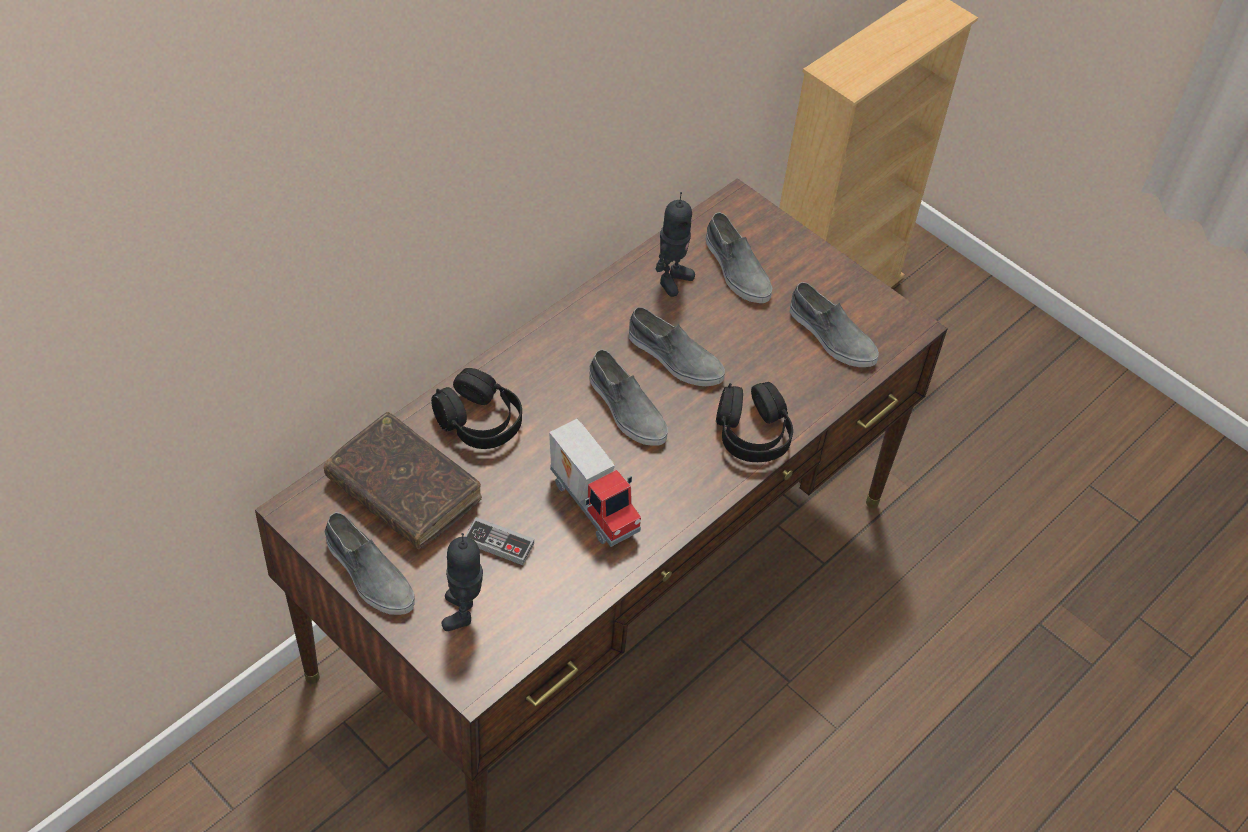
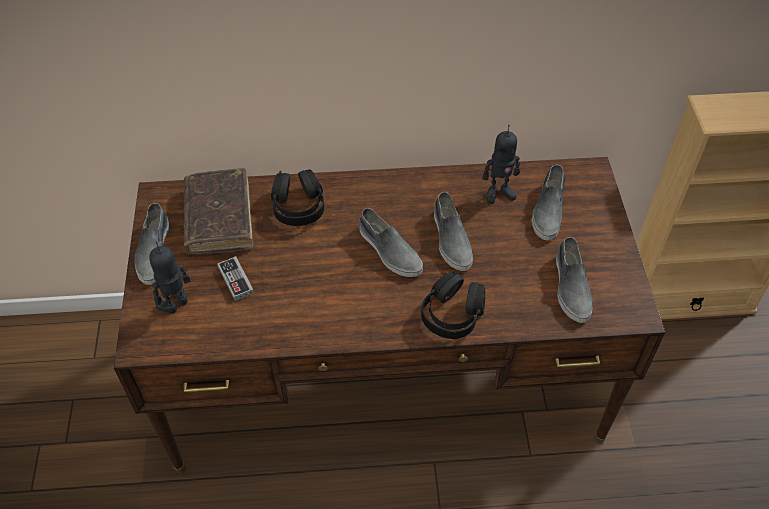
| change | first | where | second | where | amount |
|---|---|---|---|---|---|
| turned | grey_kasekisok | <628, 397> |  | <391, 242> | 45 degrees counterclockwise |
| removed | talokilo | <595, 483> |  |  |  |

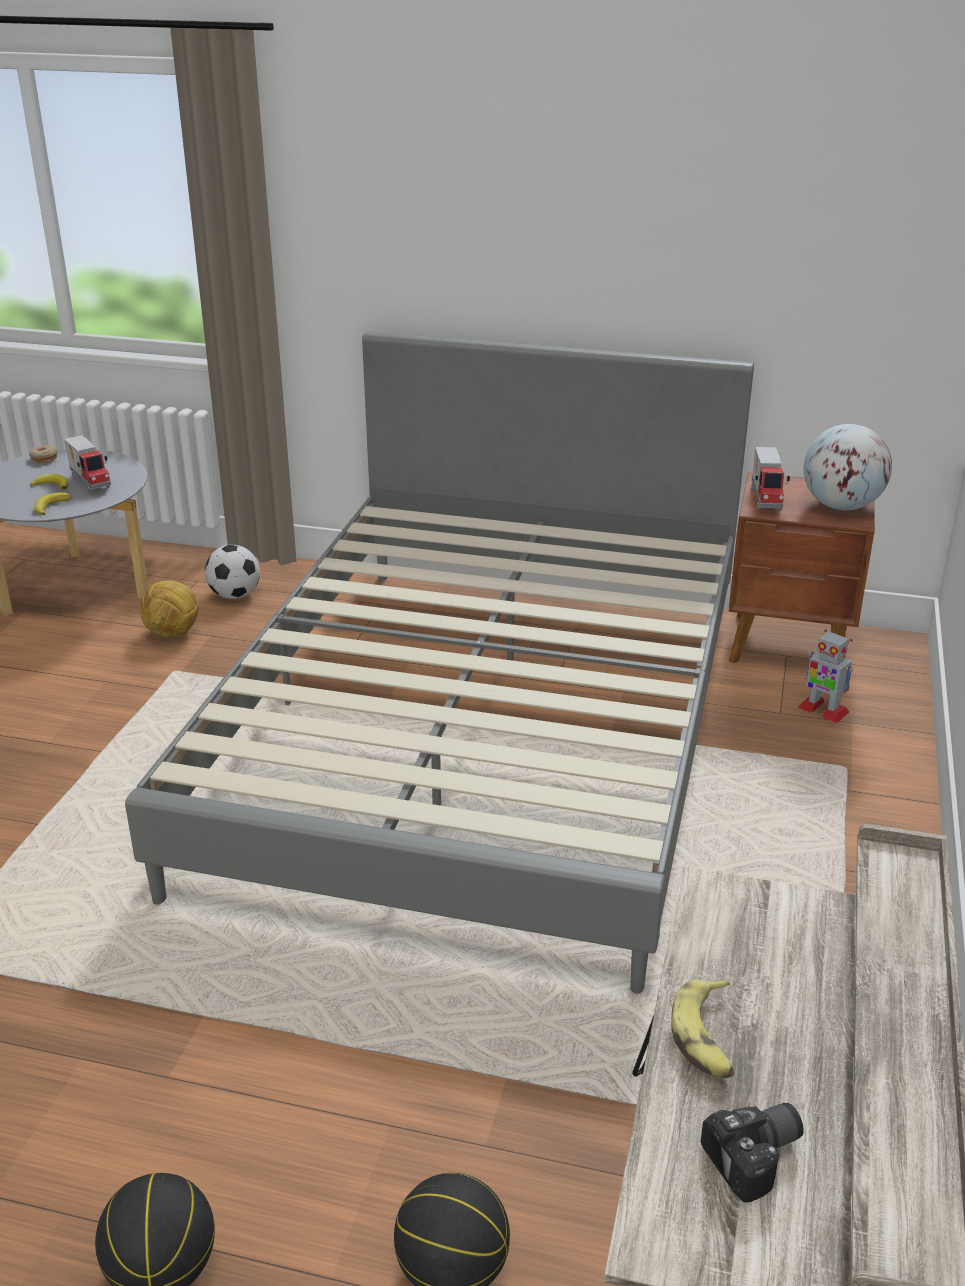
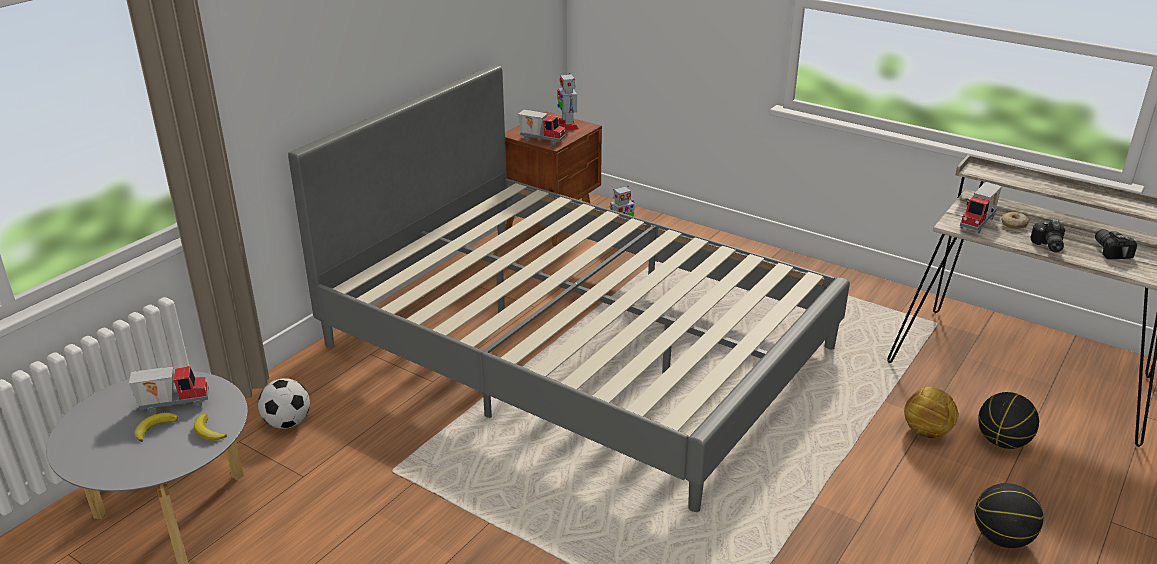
| change | first | where | second | where | amount |
|---|---|---|---|---|---|
| replaced | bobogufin | <848, 467> | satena | <568, 102> |  |
| moved | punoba | <43, 454> |  | <1015, 220> |  |
| moved | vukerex | <169, 609> |  | <931, 412> |  |
| replaced | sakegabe | <702, 1028> | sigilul | <1047, 235> |  |
| added |  |  | talokilo | <981, 207> |  |

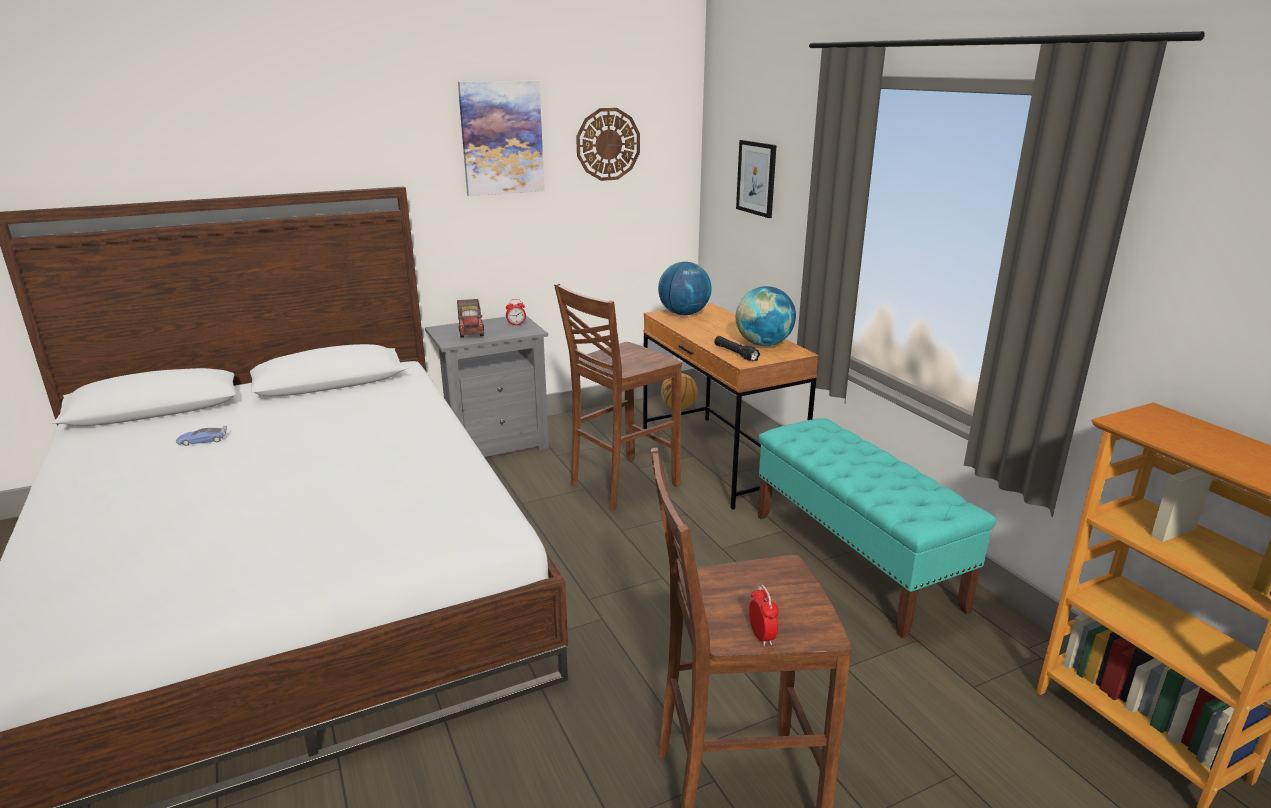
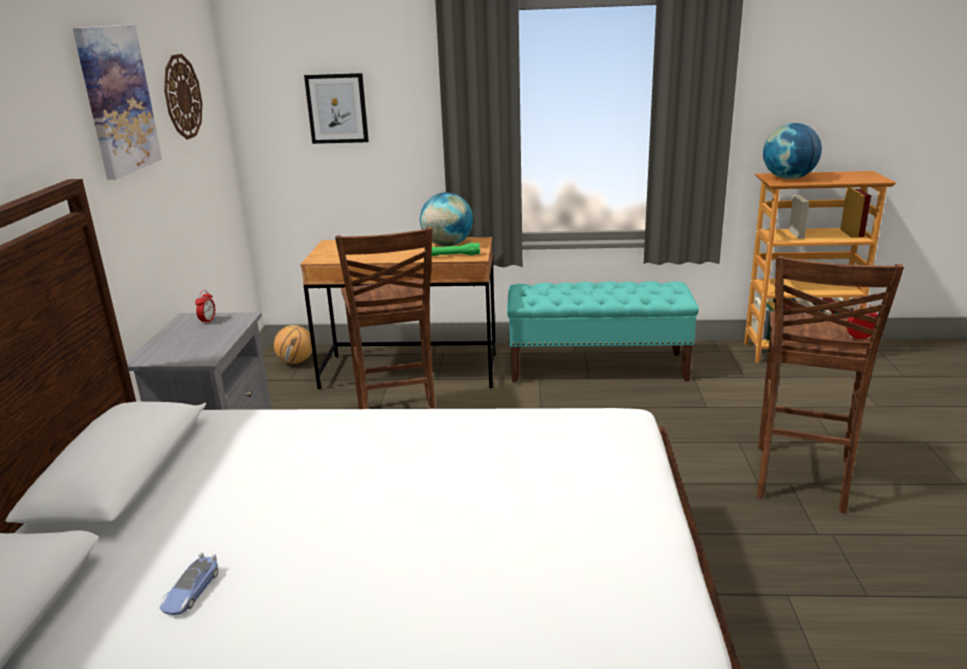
| change | first | where | second | where | amount |
|---|---|---|---|---|---|
| moved | bobogufin | <685, 288> |  | <792, 151> |  |
| removed | talokilo | <470, 318> |  |  |  |
| recoloured | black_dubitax | <737, 348> | green_dubitax | <456, 249> |  |

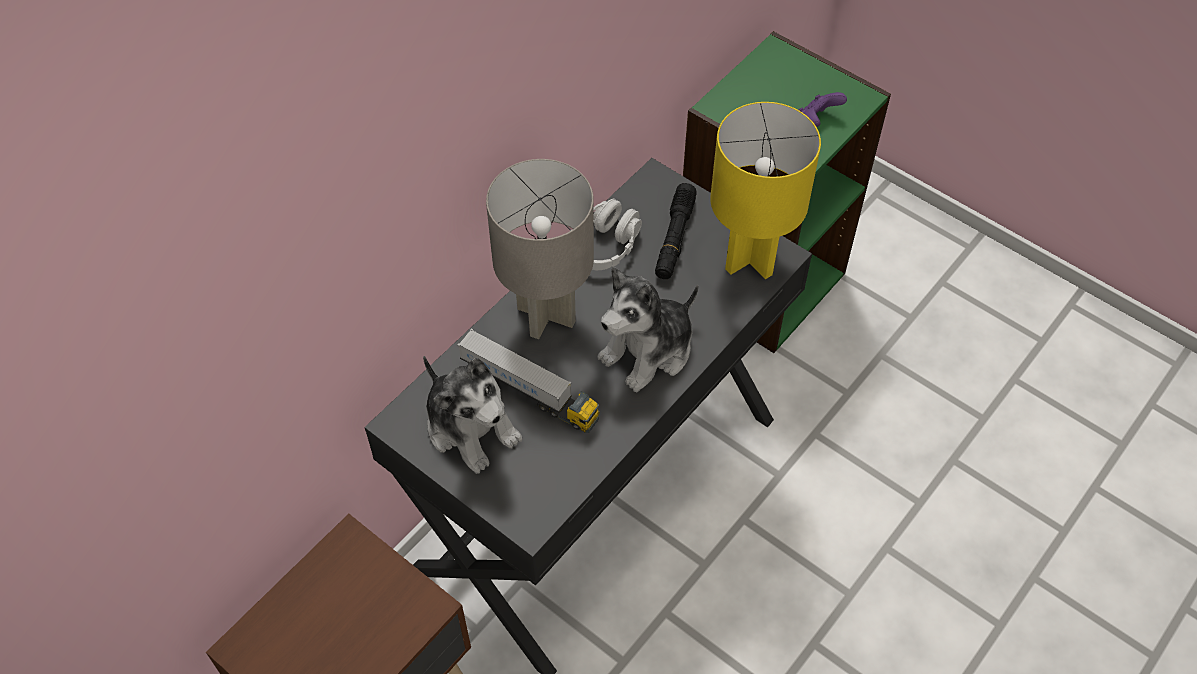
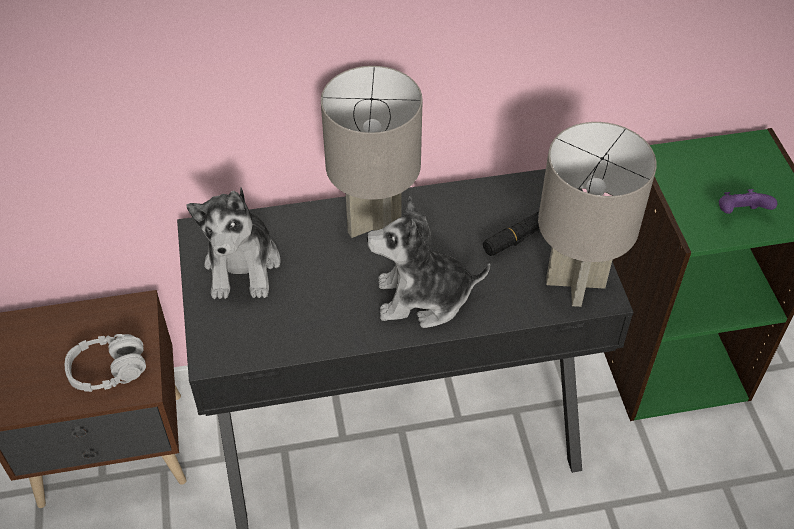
| change | first | where | second | where | amount |
|---|---|---|---|---|---|
| recoloured | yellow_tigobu | <765, 190> | grey_tigobu | <597, 214> |  |
| moved | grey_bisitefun | <607, 234> |  | <105, 363> |  |
| removed | talokilo | <528, 380> |  |  |  |

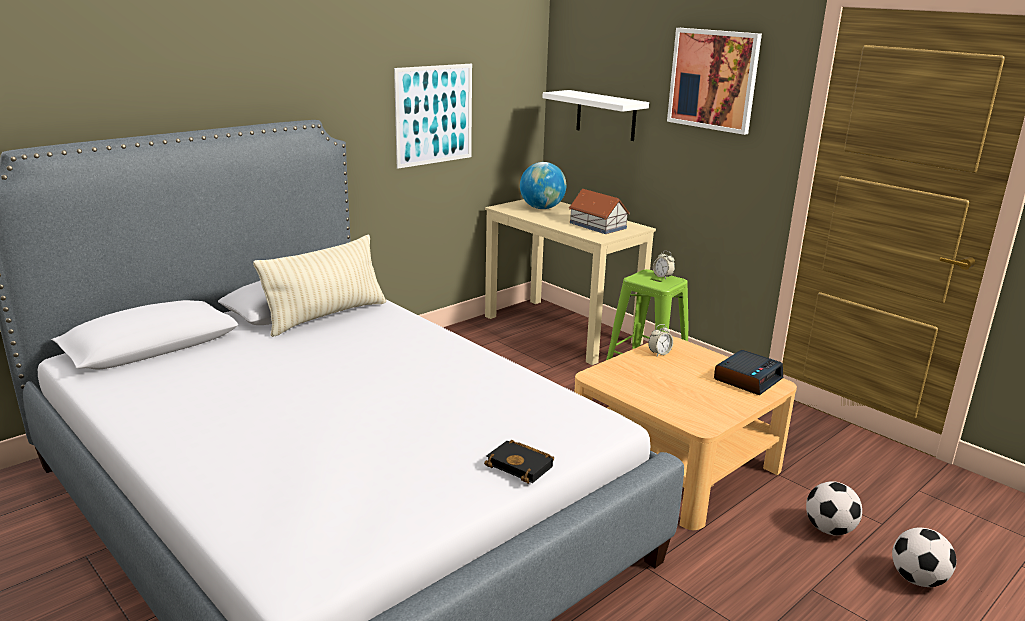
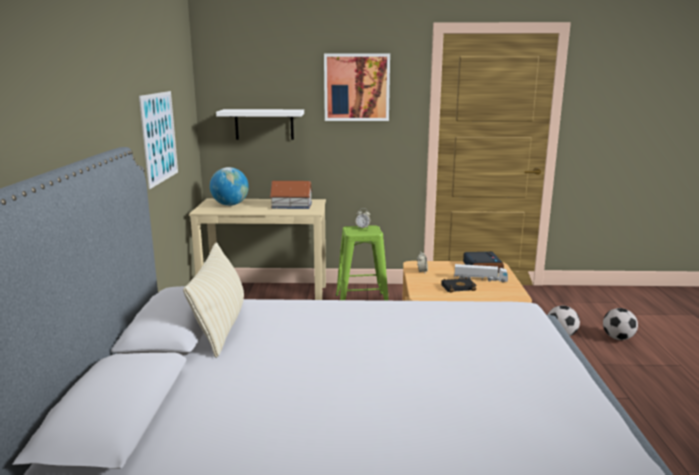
| change | first | where | second | where | amount |
|---|---|---|---|---|---|
| moved | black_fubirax | <519, 462> |  | <459, 285> |  |
| added |  |  | talokilo | <481, 273> |  |

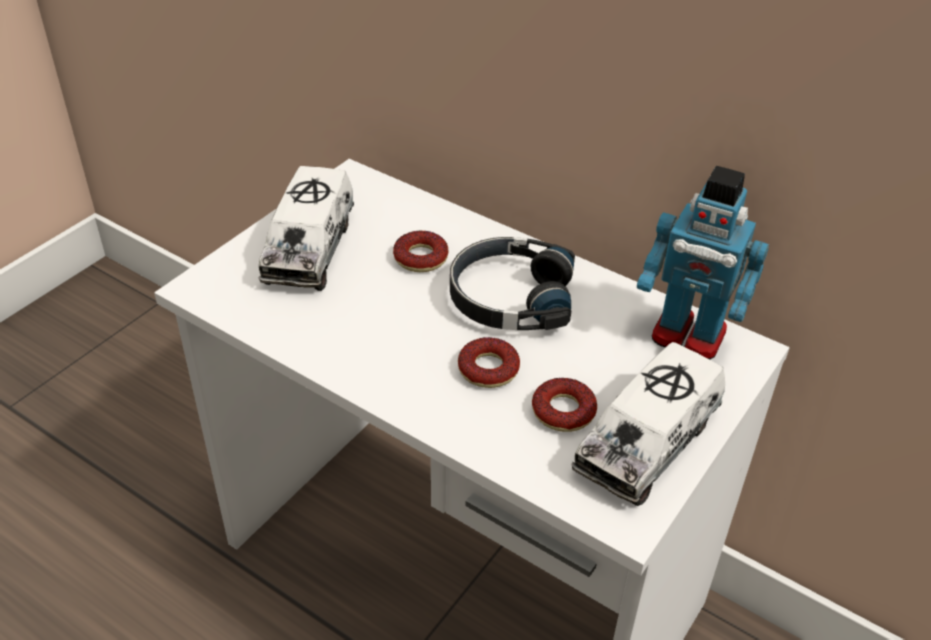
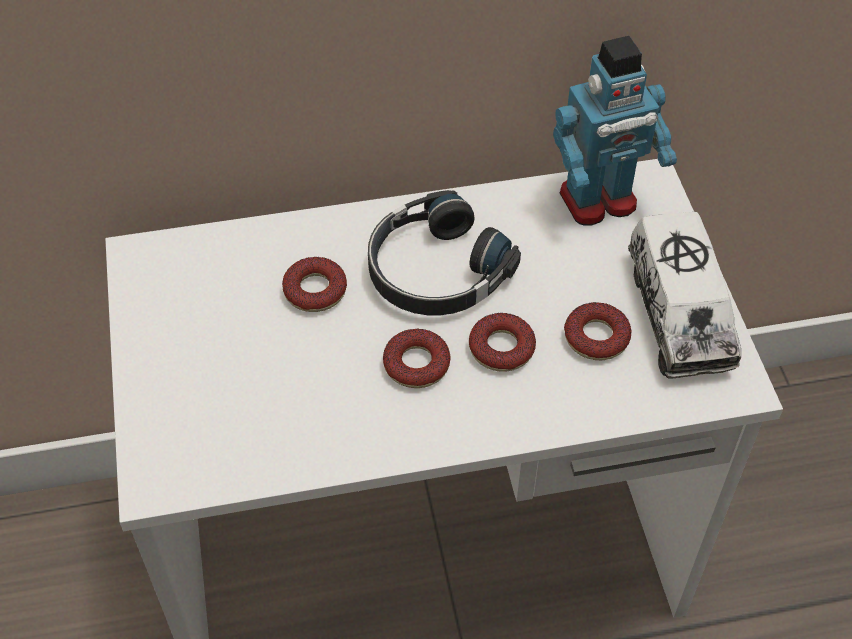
| change | first | where | second | where | amount |
|---|---|---|---|---|---|
| removed | talokilo | <306, 228> |  |  |  |
| added |  |  | punoba | <417, 358> |  |

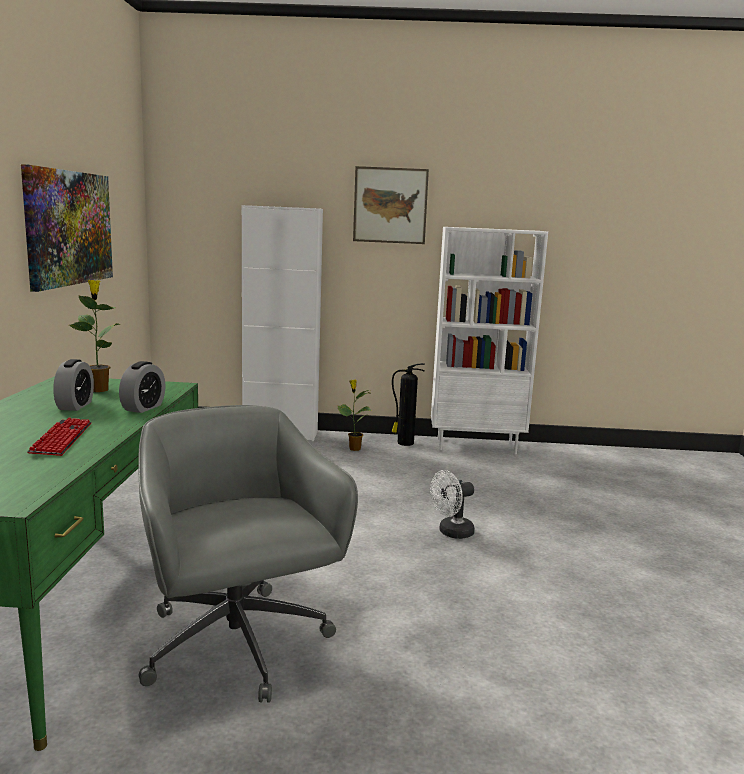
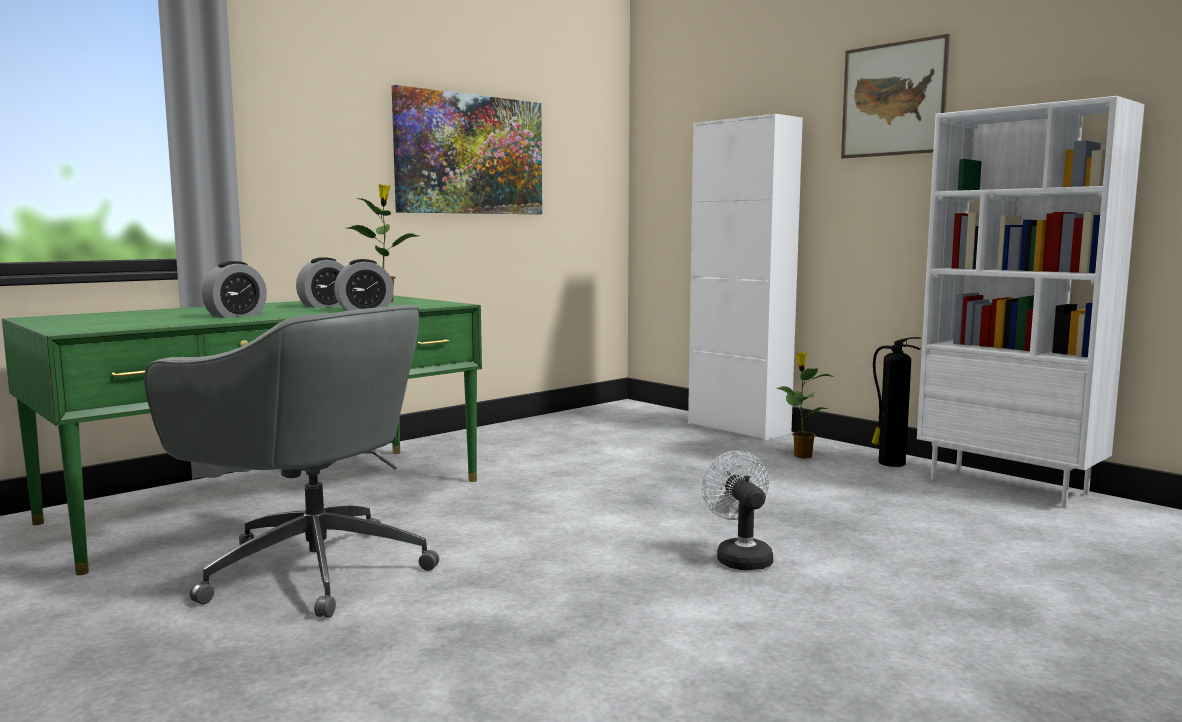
| change | first | where | second | where | amount |
|---|---|---|---|---|---|
| turned | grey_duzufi | <248, 554> |  | <291, 461> | 105 degrees clockwise |
| replaced | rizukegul | <59, 436> | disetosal | <234, 289> |  |
| turned | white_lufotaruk | <452, 504> |  | <737, 510> | 60 degrees clockwise |

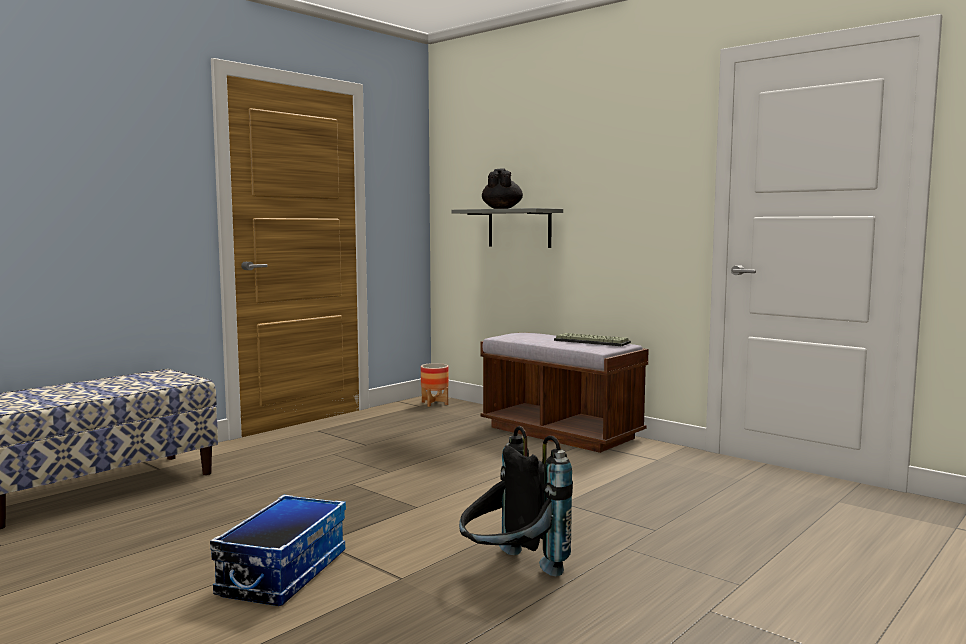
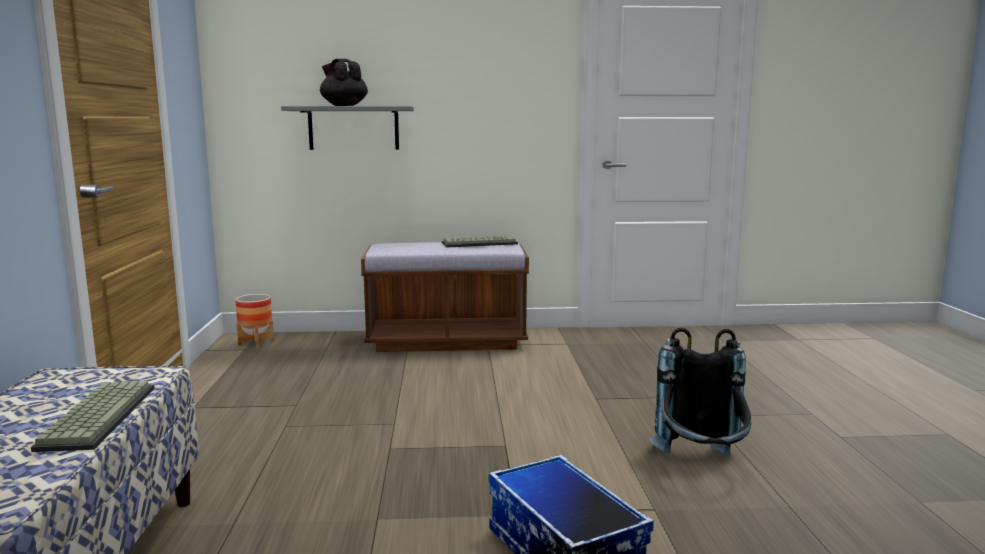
| change | first | where | second | where | amount |
|---|---|---|---|---|---|
| added |  |  | rizukegul | <93, 416> |  |

